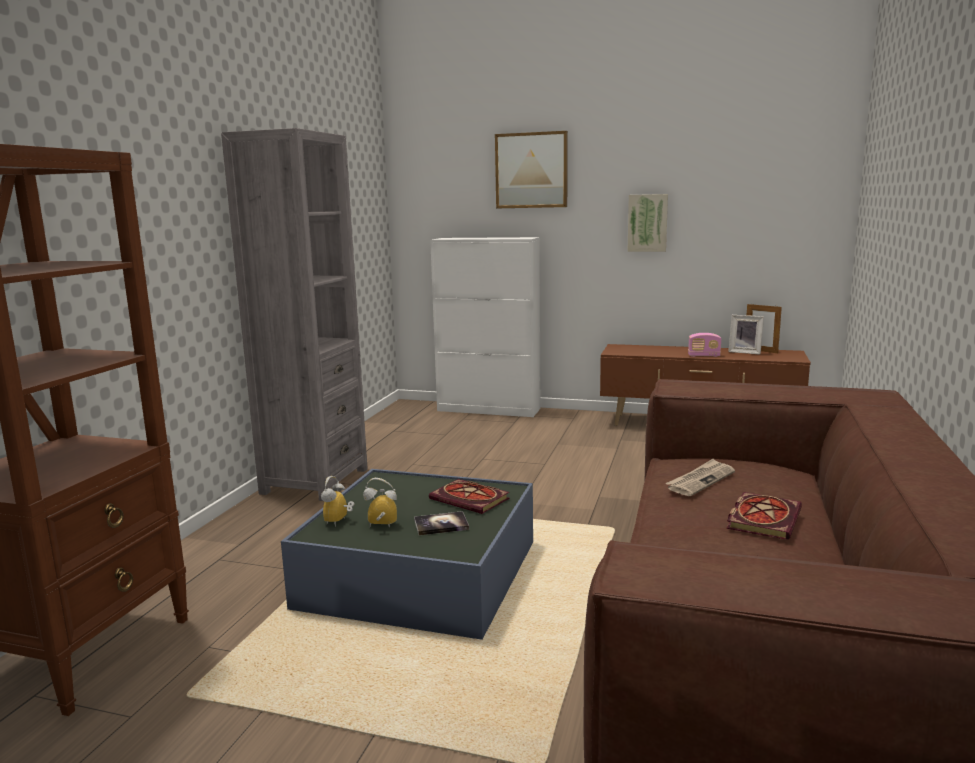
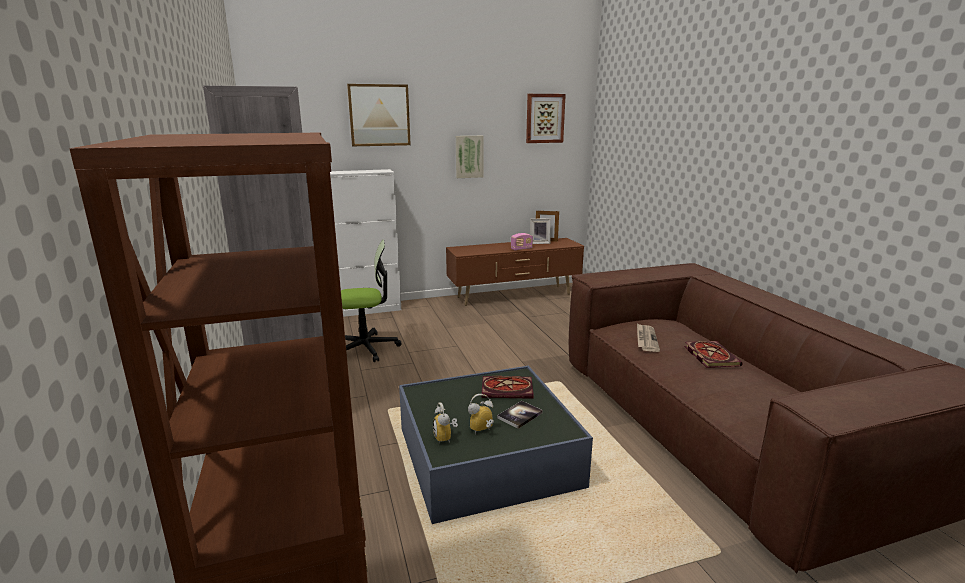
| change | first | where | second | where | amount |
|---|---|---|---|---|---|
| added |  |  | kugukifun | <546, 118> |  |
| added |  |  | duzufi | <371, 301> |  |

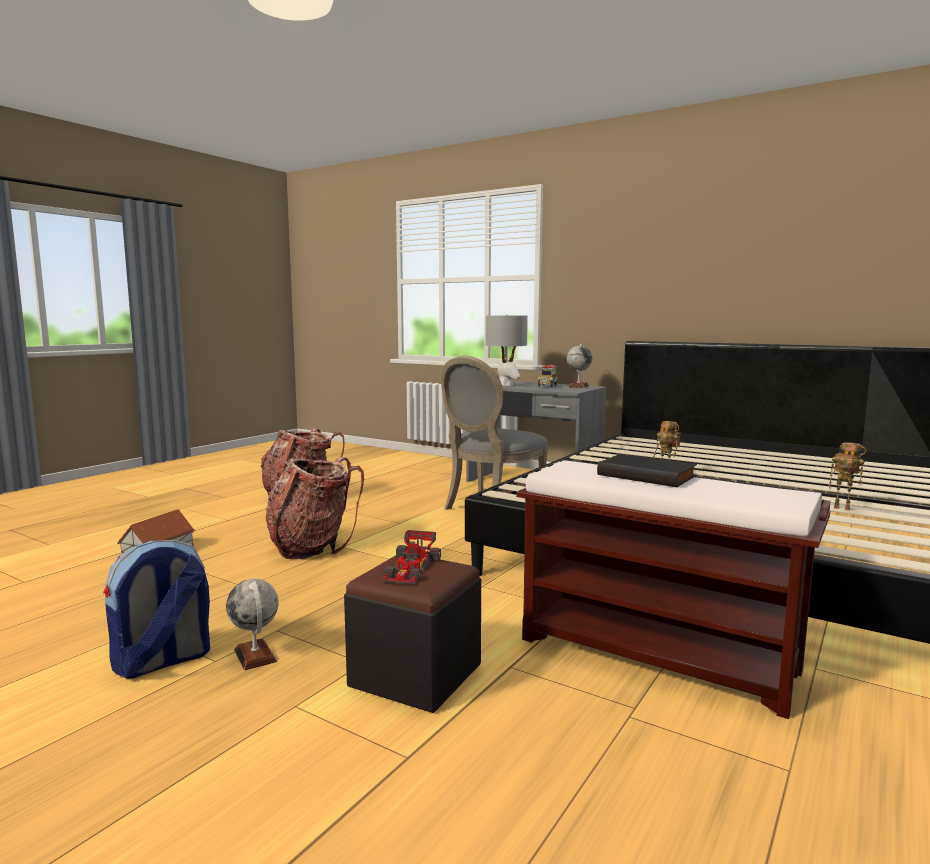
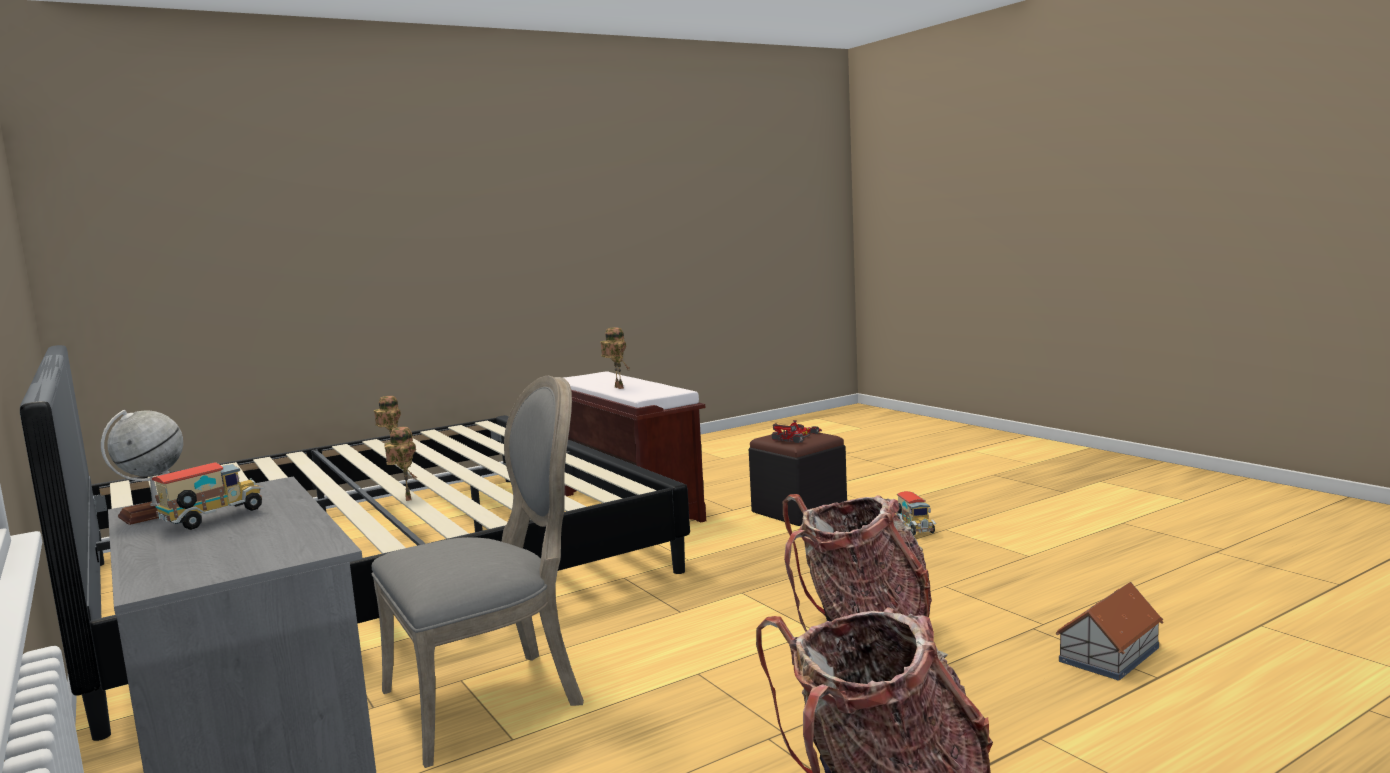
| change | first | where | second | where | amount |
|---|---|---|---|---|---|
| removed | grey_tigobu | <507, 350> |  |  |  |
| replaced | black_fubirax | <647, 470> | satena | <615, 358> |  |
| removed | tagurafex | <156, 609> |  |  |  |
| replaced | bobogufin | <252, 624> | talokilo | <916, 513> |  |

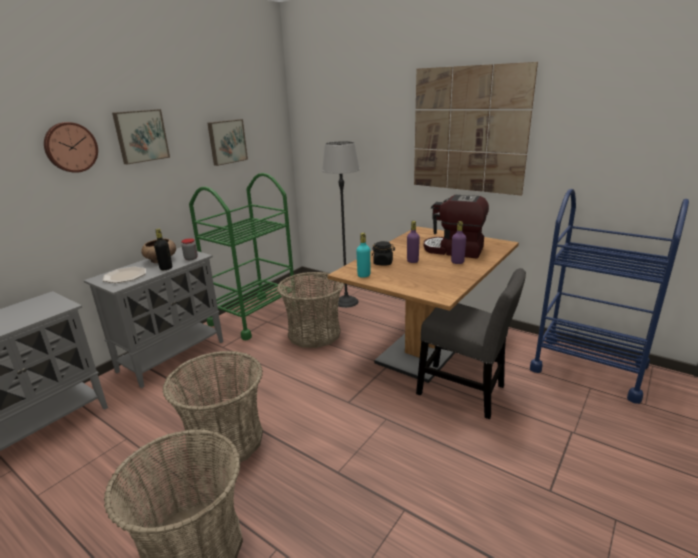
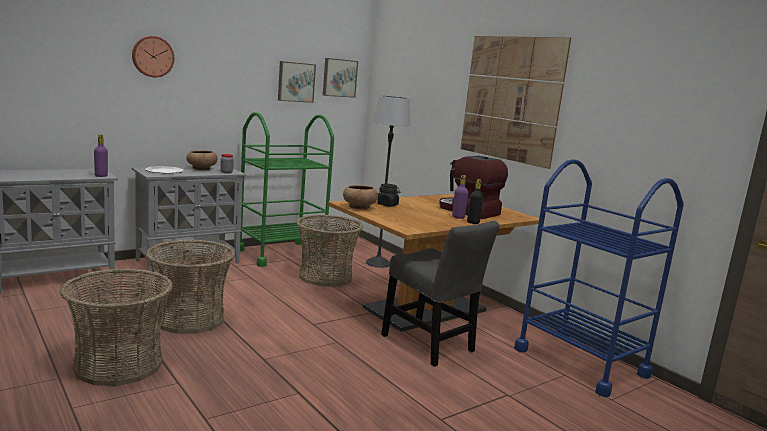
| change | first | where | second | where | amount |
|---|---|---|---|---|---|
| moved | kugukifun | <141, 137> |  | <340, 78> |  |
| moved | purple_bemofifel | <413, 242> |  | <101, 156> |  |
| moved | black_bemofifel | <163, 249> |  | <475, 201> |  |
| replaced | turquoise_bemofifel | <363, 255> | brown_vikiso | <360, 197> |  |

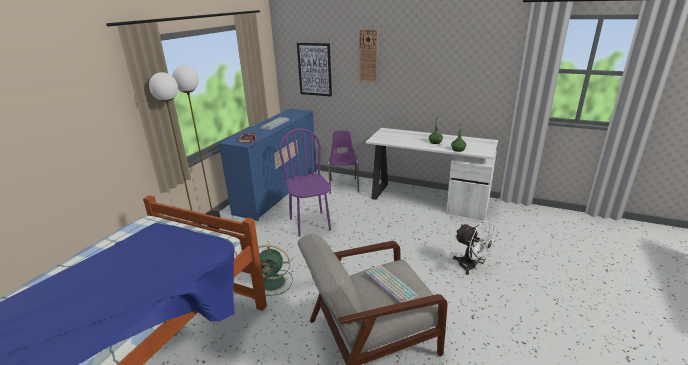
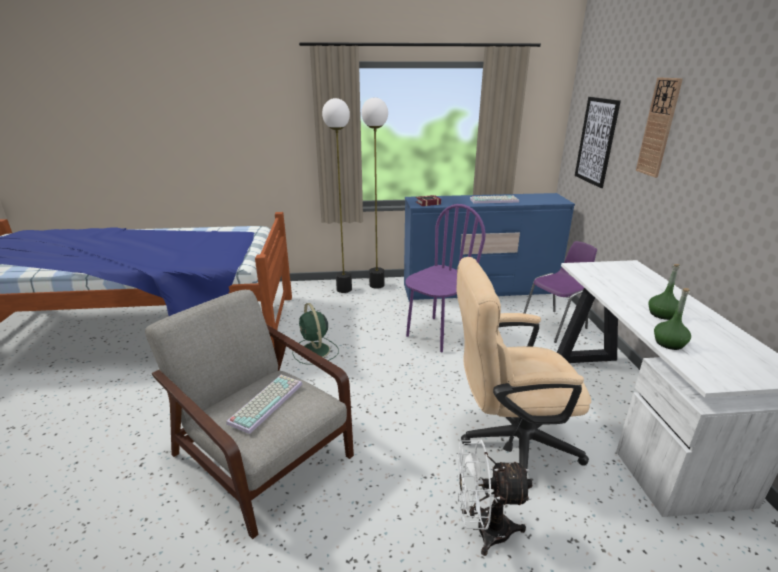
| change | first | where | second | where | amount |
|---|---|---|---|---|---|
| turned | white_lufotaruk | <475, 248> |  | <494, 498> | 75 degrees clockwise |
| added |  |  | beige_duzufi | <524, 366> |  |

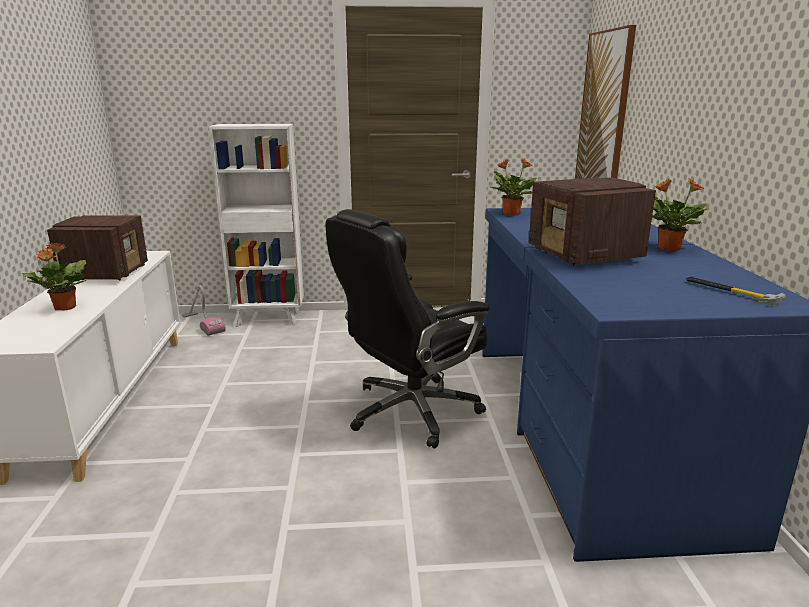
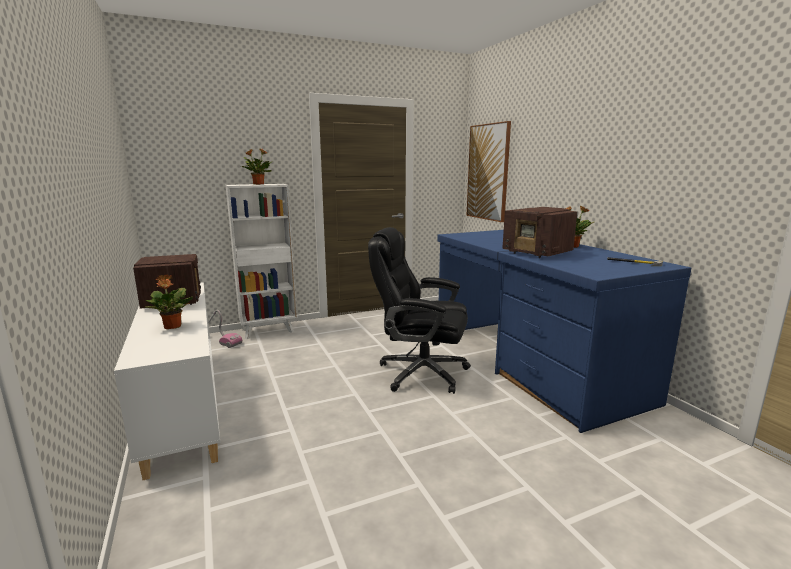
| change | first | where | second | where | amount |
|---|---|---|---|---|---|
| moved | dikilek | <514, 187> |  | <256, 166> |  |
| turned | black_duzufi | <408, 329> |  | <419, 310> | 75 degrees clockwise |

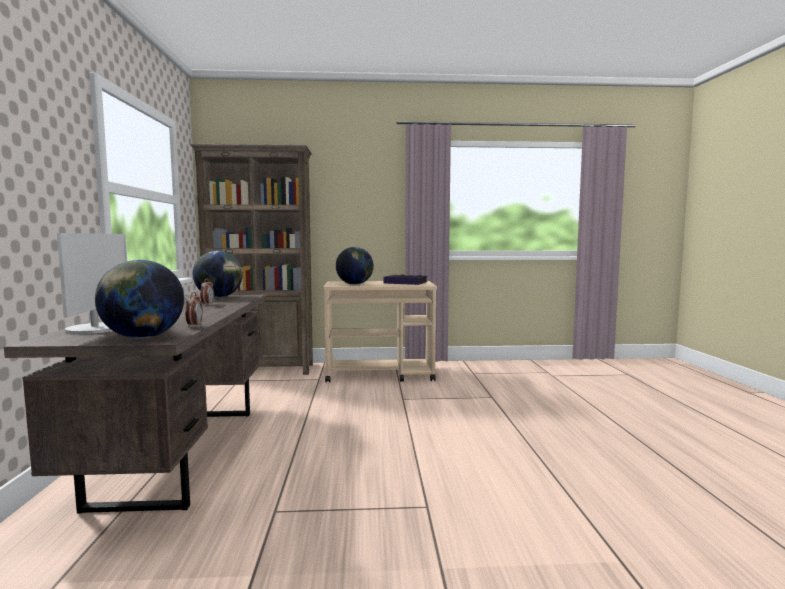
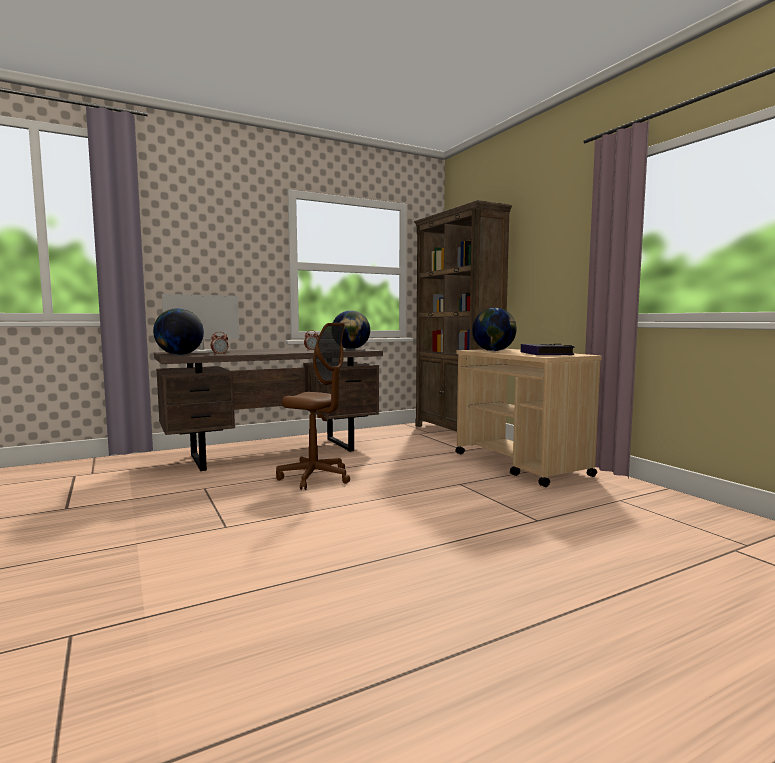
| change | first | where | second | where | amount |
|---|---|---|---|---|---|
| added |  |  | brown_duzufi | <313, 406> |  |

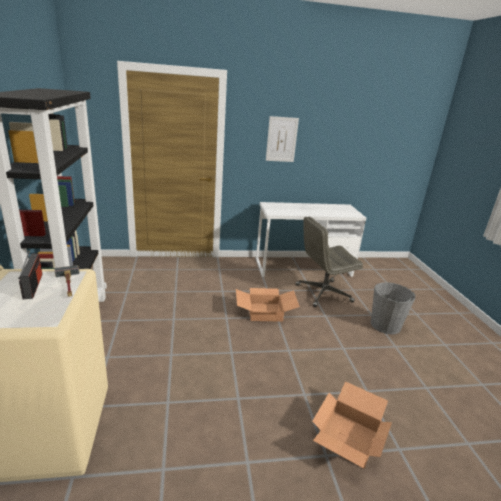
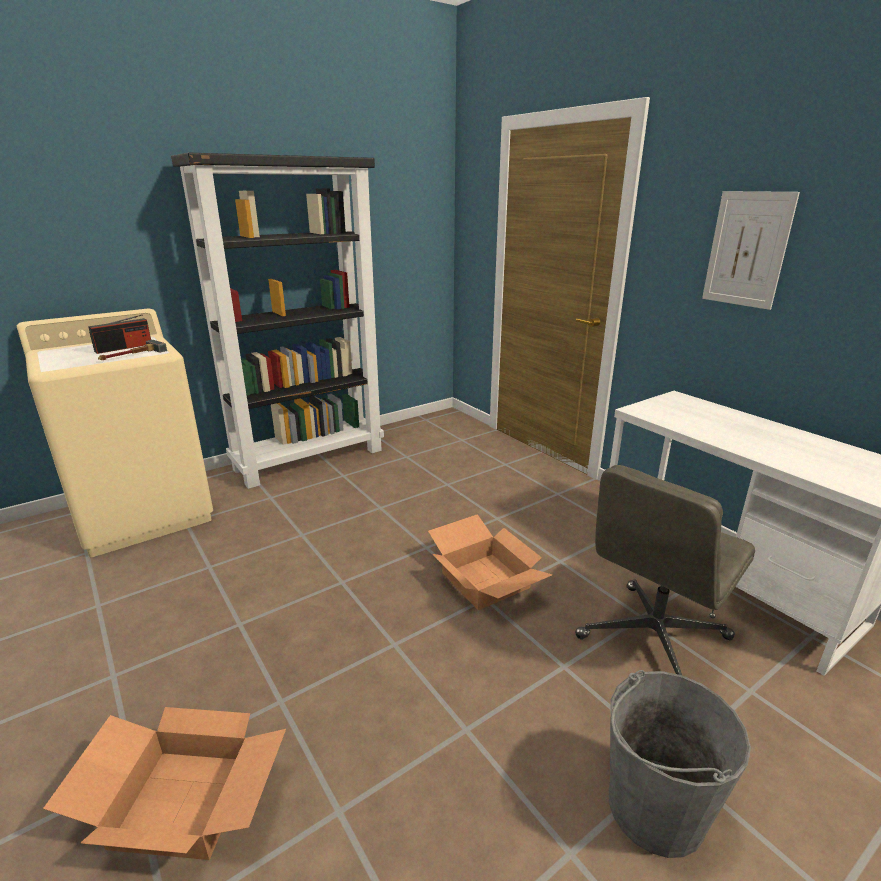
| change | first | where | second | where | amount |
|---|---|---|---|---|---|
| turned | grey_duzufi | <329, 262> |  | <665, 570> | 90 degrees counterclockwise |

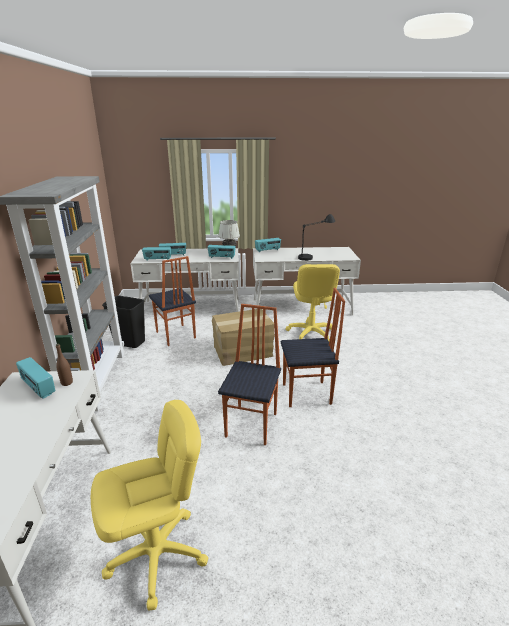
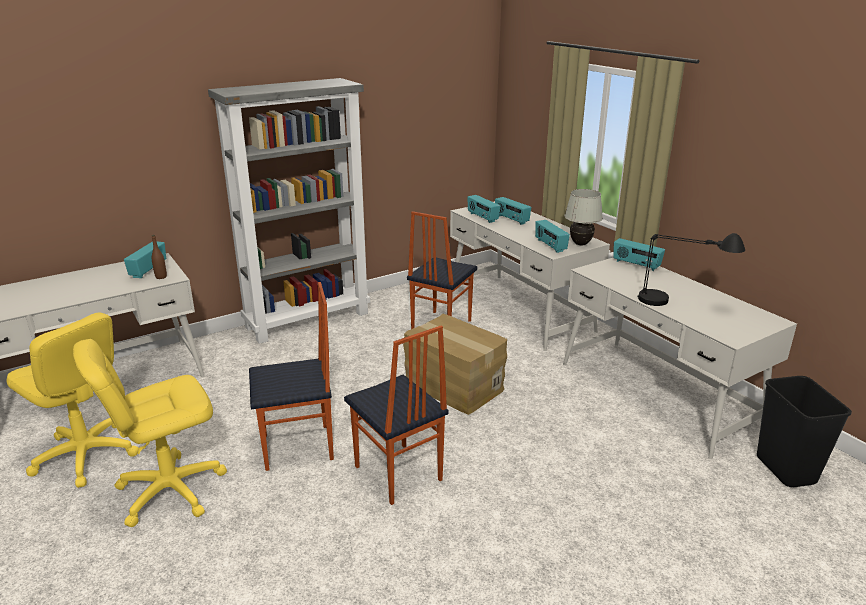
| change | first | where | second | where | amount |
|---|---|---|---|---|---|
| moved | yellow_duzufi | <312, 302> |  | <150, 433> |  |
| moved | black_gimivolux | <123, 322> |  | <804, 431> |  |

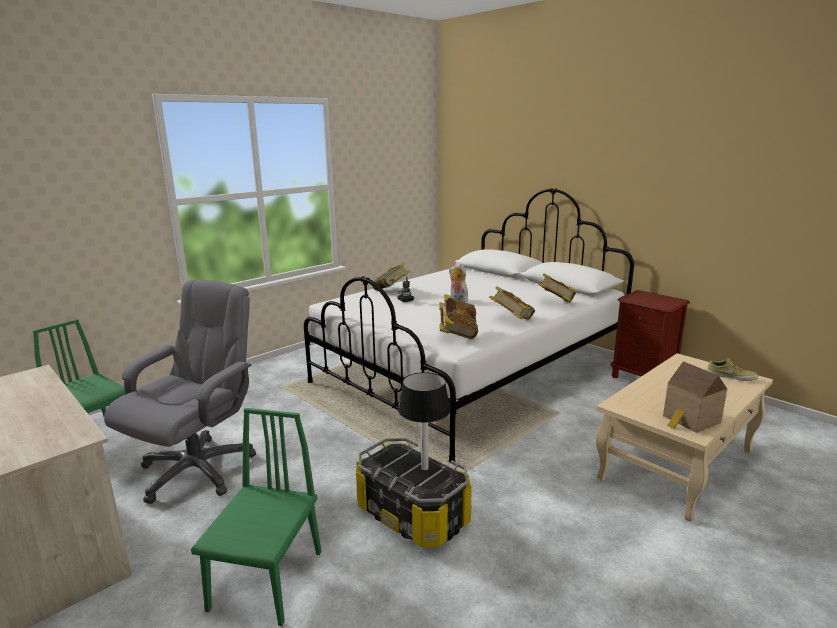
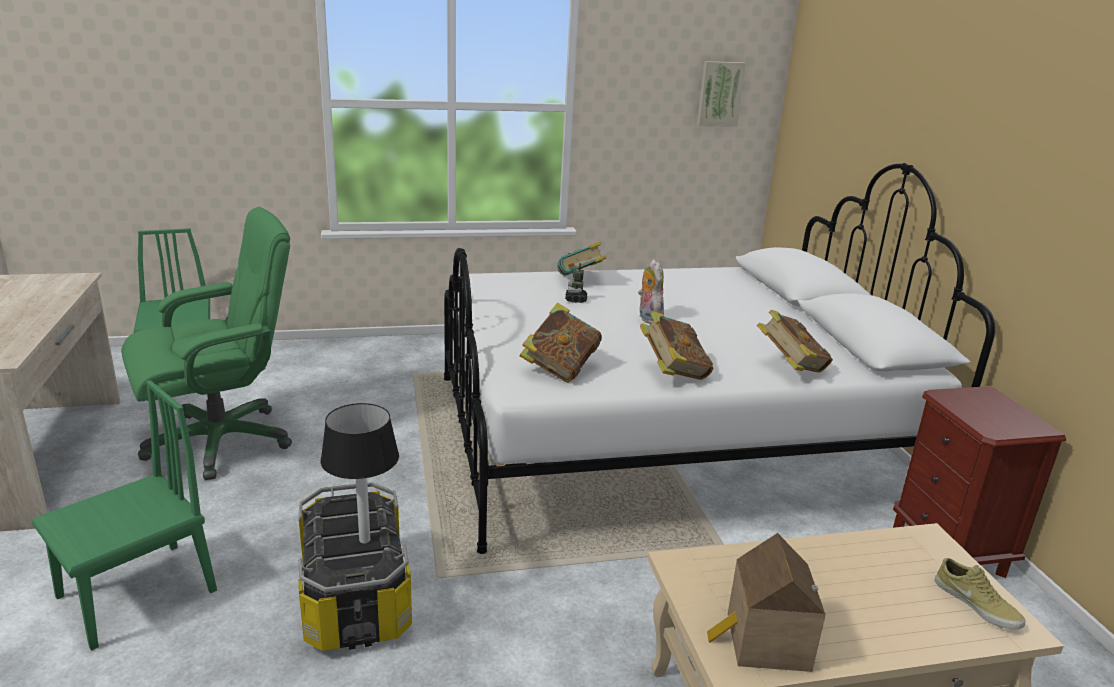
| change | first | where | second | where | amount |
|---|---|---|---|---|---|
| recoloured | grey_duzufi | <180, 392> | green_duzufi | <206, 343> |  |
| added |  |  | kugukifun | <721, 93> |  |

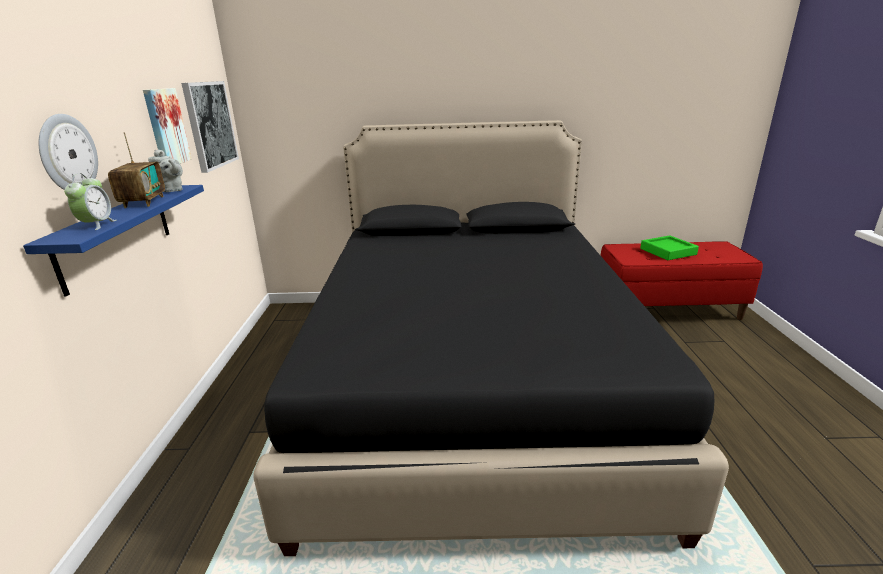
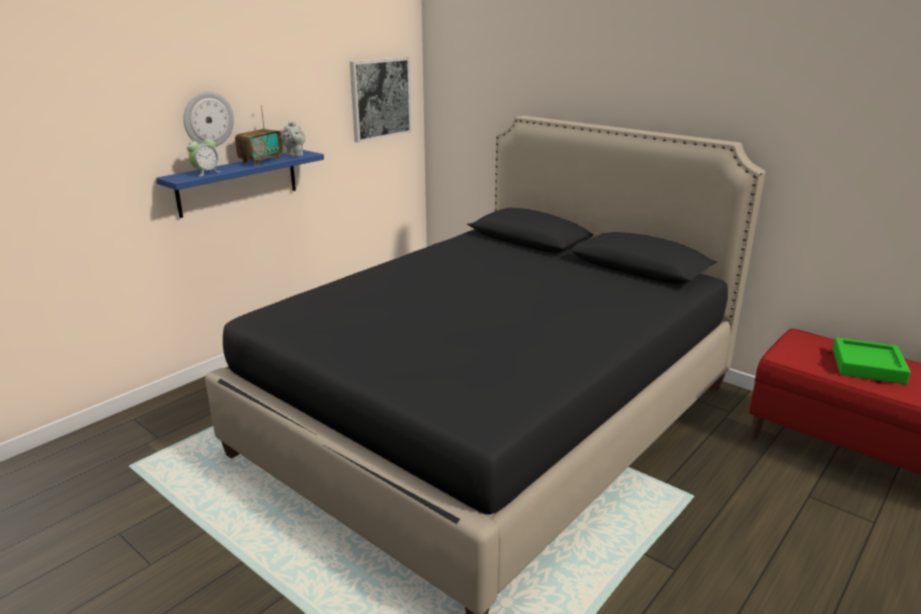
| change | first | where | second | where | amount |
|---|---|---|---|---|---|
| removed | kugukifun | <167, 126> |  |  |  |

